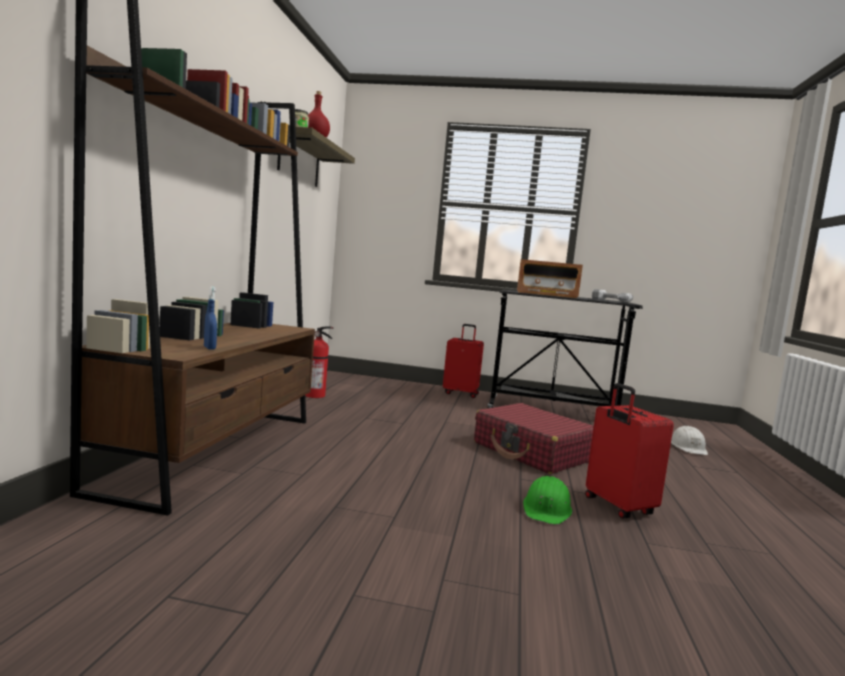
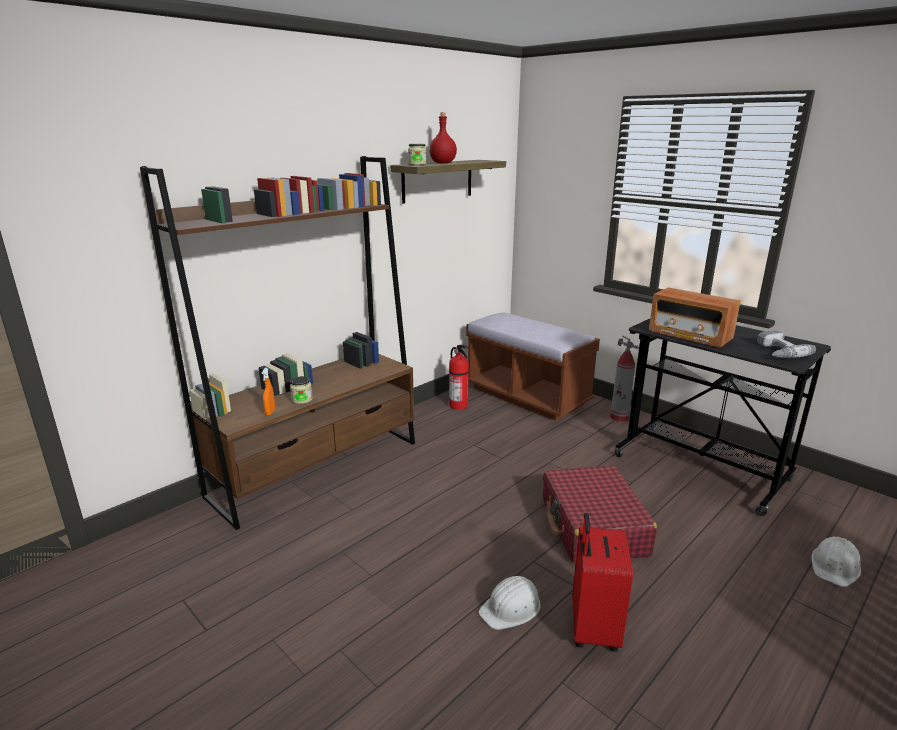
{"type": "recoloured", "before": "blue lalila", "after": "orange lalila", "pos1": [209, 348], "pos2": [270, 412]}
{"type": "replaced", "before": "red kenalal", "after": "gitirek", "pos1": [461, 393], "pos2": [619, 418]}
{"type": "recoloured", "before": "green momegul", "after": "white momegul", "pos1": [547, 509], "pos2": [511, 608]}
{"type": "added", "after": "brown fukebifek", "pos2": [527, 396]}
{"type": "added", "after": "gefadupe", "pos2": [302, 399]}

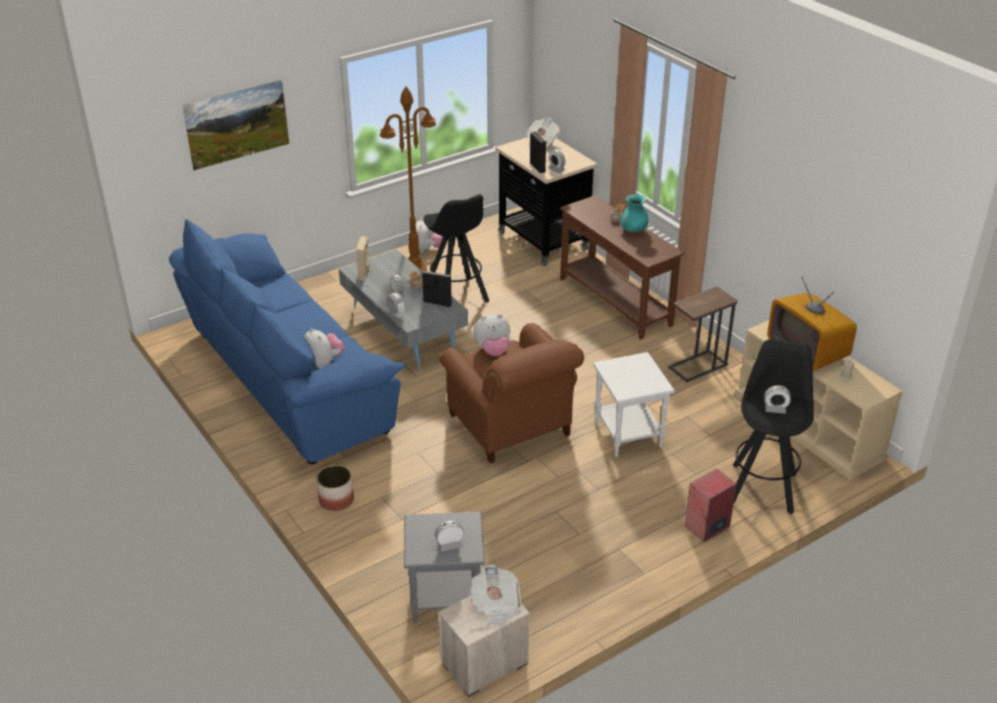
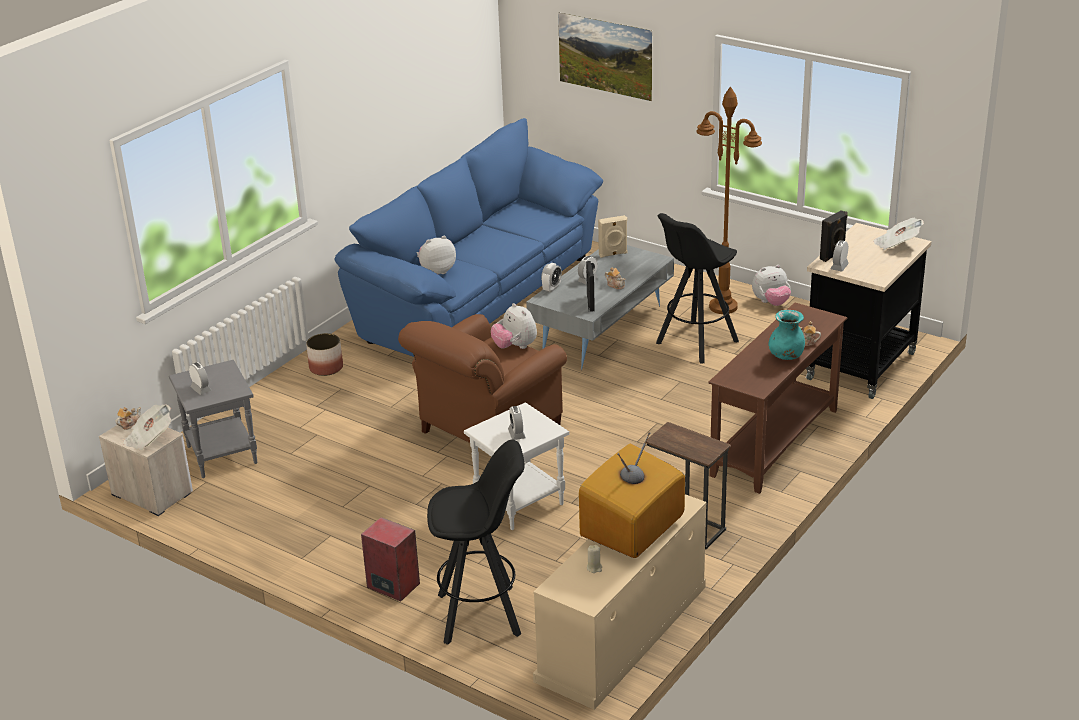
{"type": "turned", "before": "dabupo", "pos1": [324, 363], "pos2": [436, 271], "turn": -150}
{"type": "moved", "before": "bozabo", "pos1": [775, 409], "pos2": [516, 434]}
{"type": "added", "after": "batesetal", "pos2": [130, 424]}

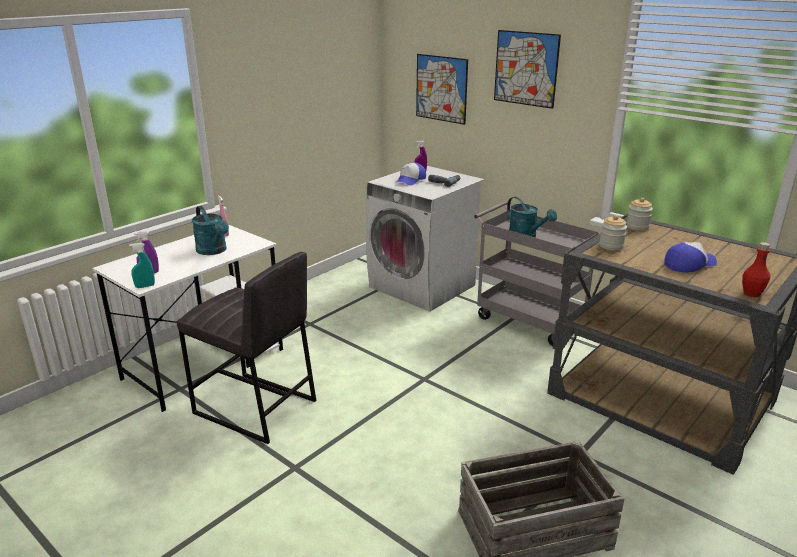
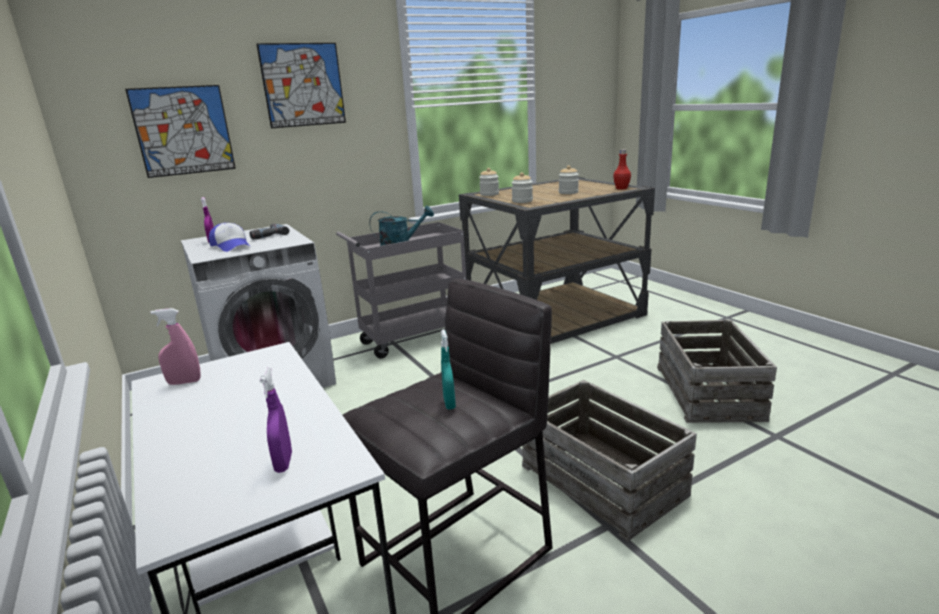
{"type": "removed", "before": "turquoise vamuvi", "pos1": [214, 251]}
{"type": "replaced", "before": "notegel", "after": "gefadupe", "pos1": [689, 264], "pos2": [568, 192]}
{"type": "moved", "before": "turquoise lalila", "pos1": [145, 286], "pos2": [449, 403]}
{"type": "added", "after": "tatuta", "pos2": [603, 479]}

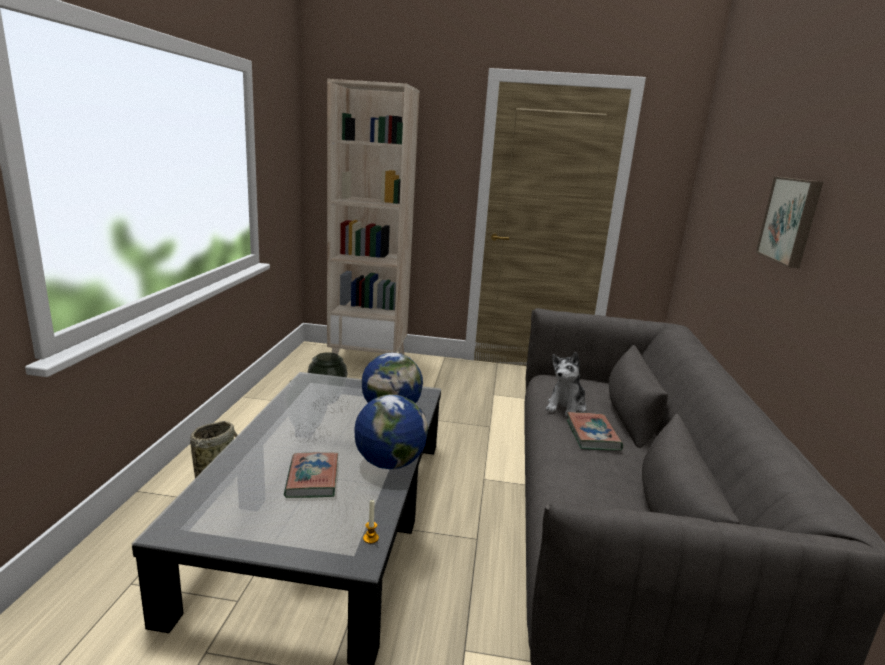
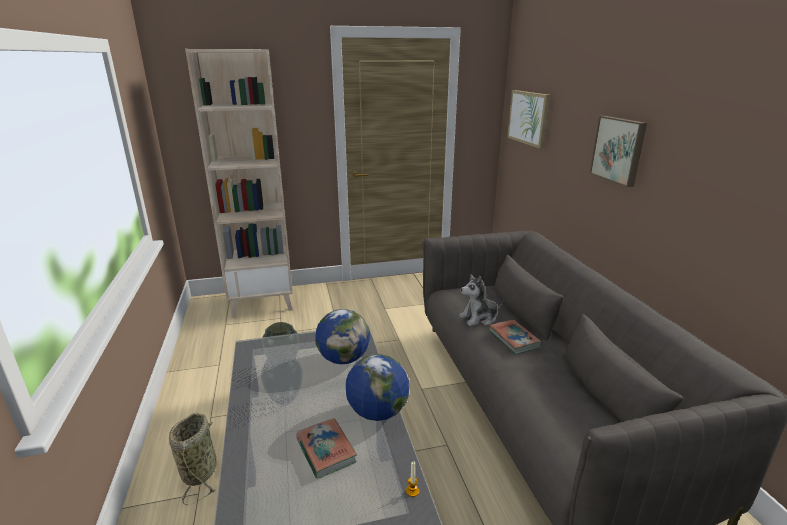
{"type": "turned", "before": "dabupo", "pos1": [566, 406], "pos2": [479, 318], "turn": 60}
{"type": "added", "after": "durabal", "pos2": [528, 118]}

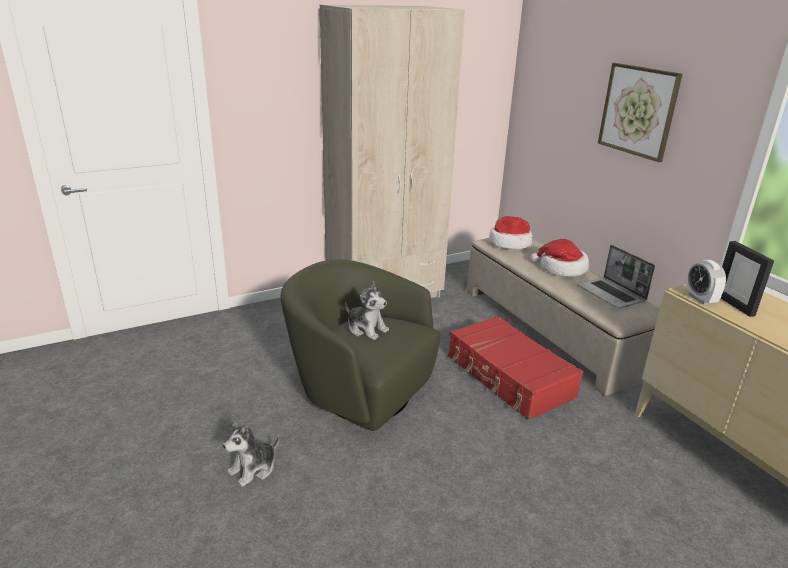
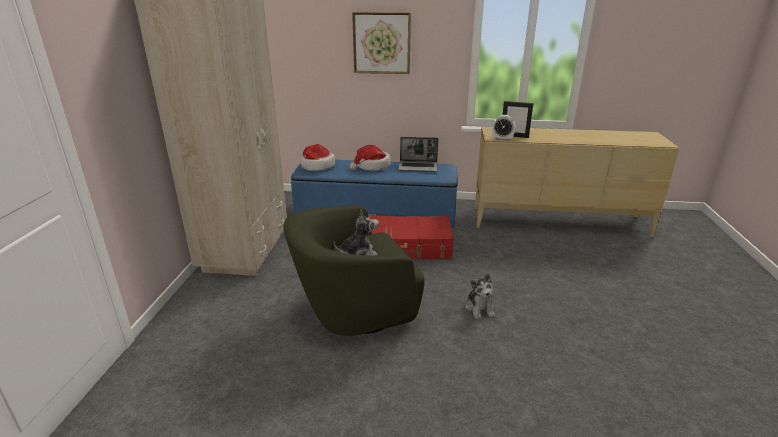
{"type": "recoloured", "before": "beige fukebifek", "after": "blue fukebifek", "pos1": [553, 330], "pos2": [377, 212]}
{"type": "moved", "before": "dabupo", "pos1": [253, 469], "pos2": [479, 308]}

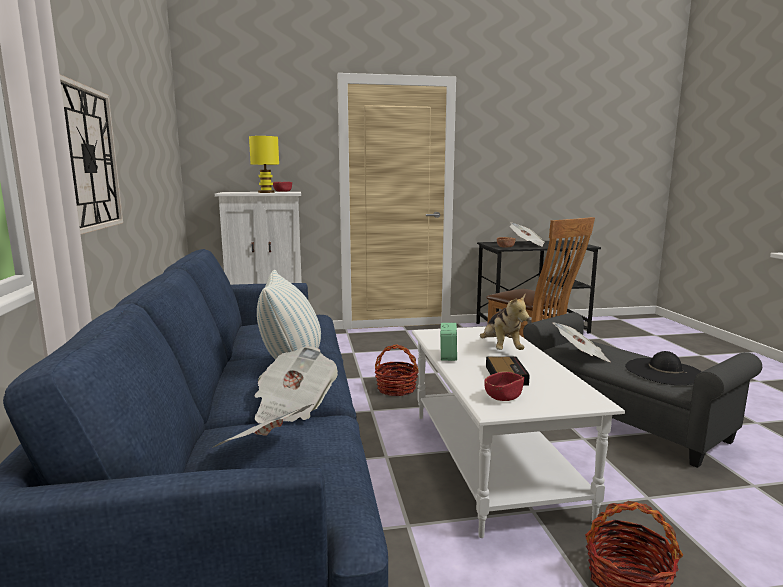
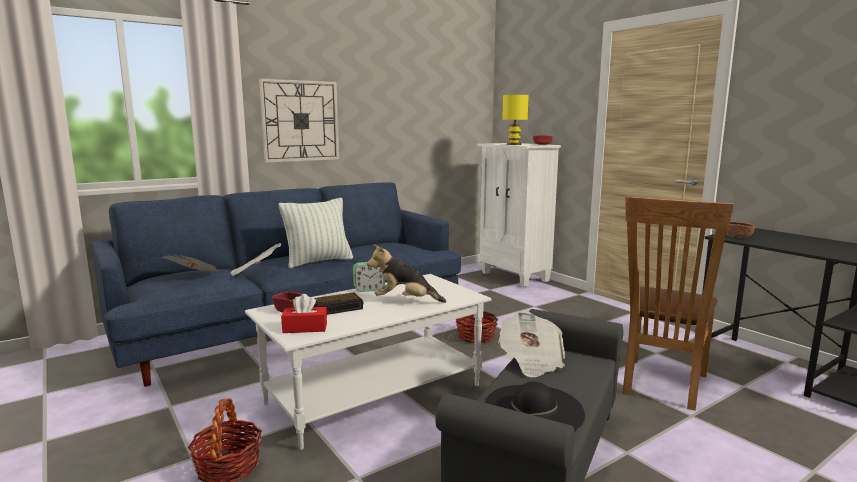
{"type": "removed", "before": "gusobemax", "pos1": [527, 244]}
{"type": "turned", "before": "dabupo", "pos1": [500, 349], "pos2": [405, 301], "turn": 45}
{"type": "added", "after": "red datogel", "pos2": [305, 328]}

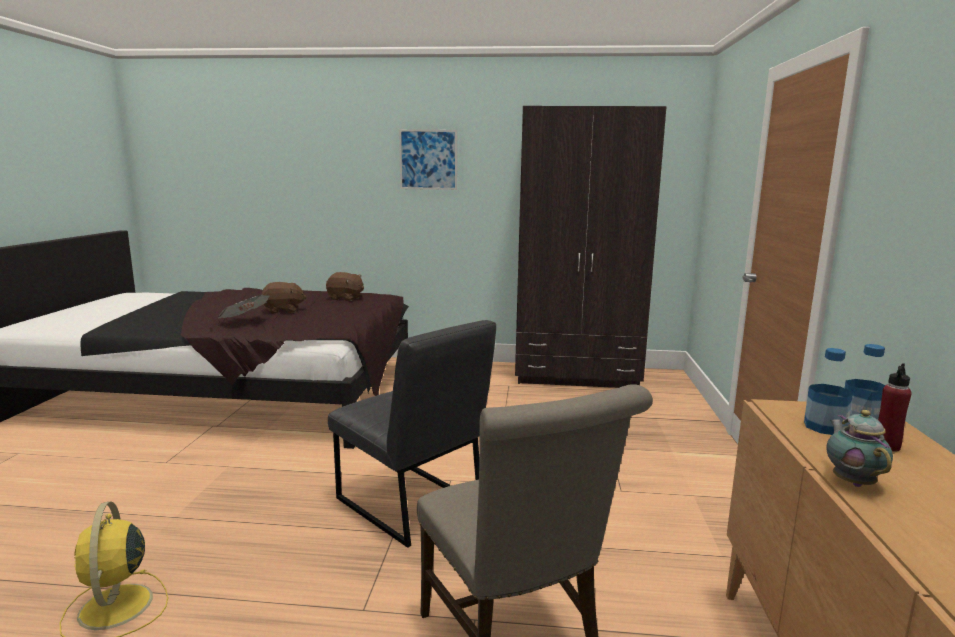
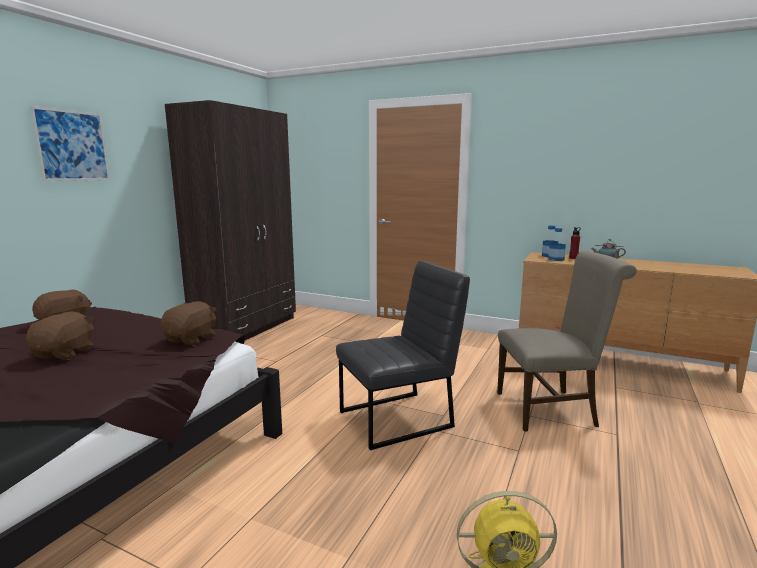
{"type": "removed", "before": "gusobemax", "pos1": [244, 320]}
{"type": "added", "after": "brown dabupo", "pos2": [192, 339]}

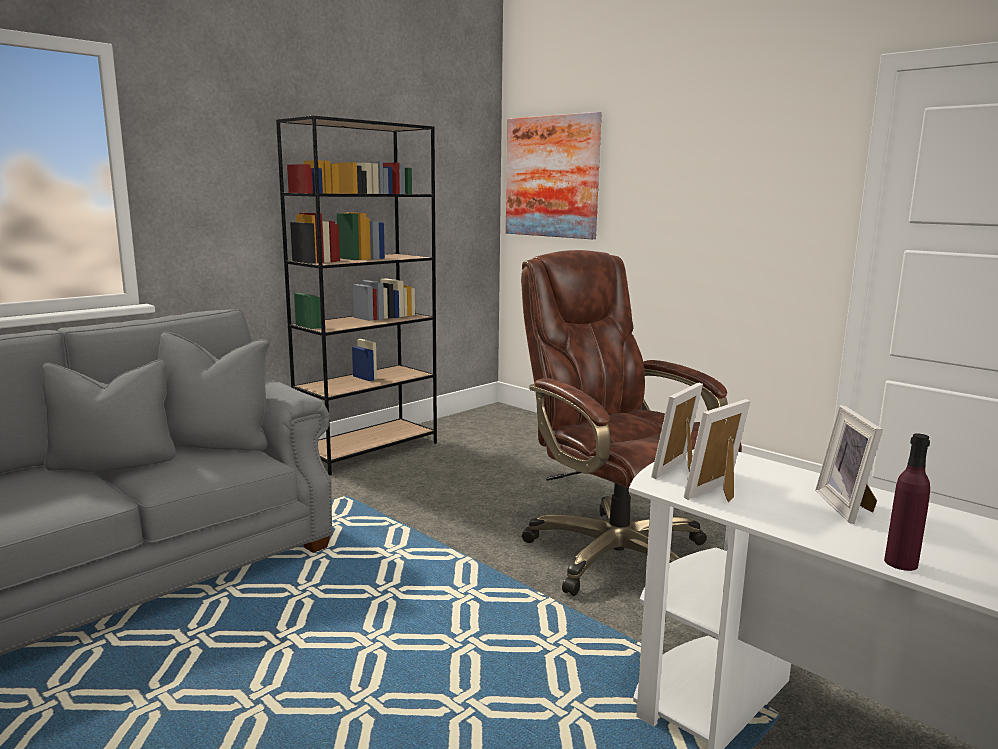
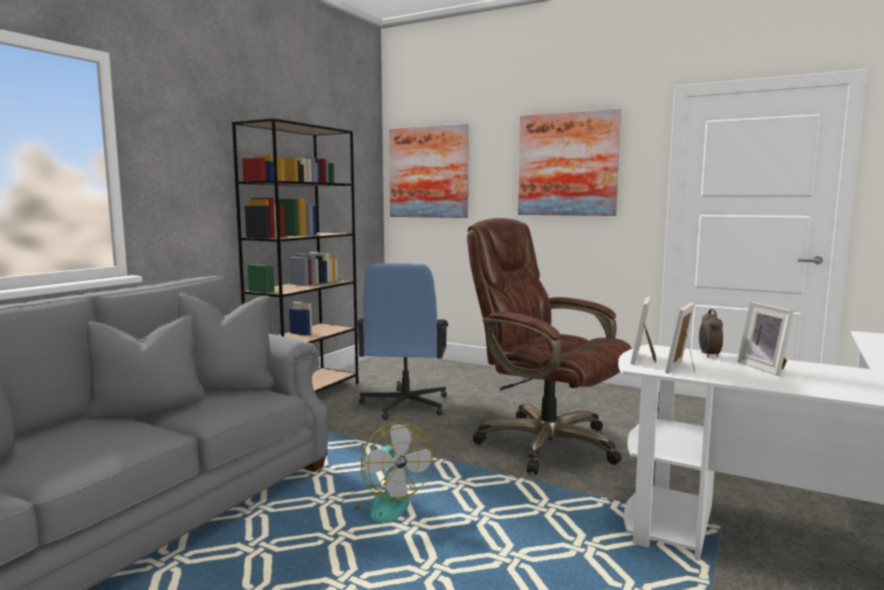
{"type": "removed", "before": "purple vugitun", "pos1": [901, 563]}
{"type": "added", "after": "durabal", "pos2": [567, 164]}
{"type": "added", "after": "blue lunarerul", "pos2": [404, 405]}
{"type": "added", "after": "bozabo", "pos2": [708, 355]}
{"type": "added", "after": "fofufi", "pos2": [383, 503]}

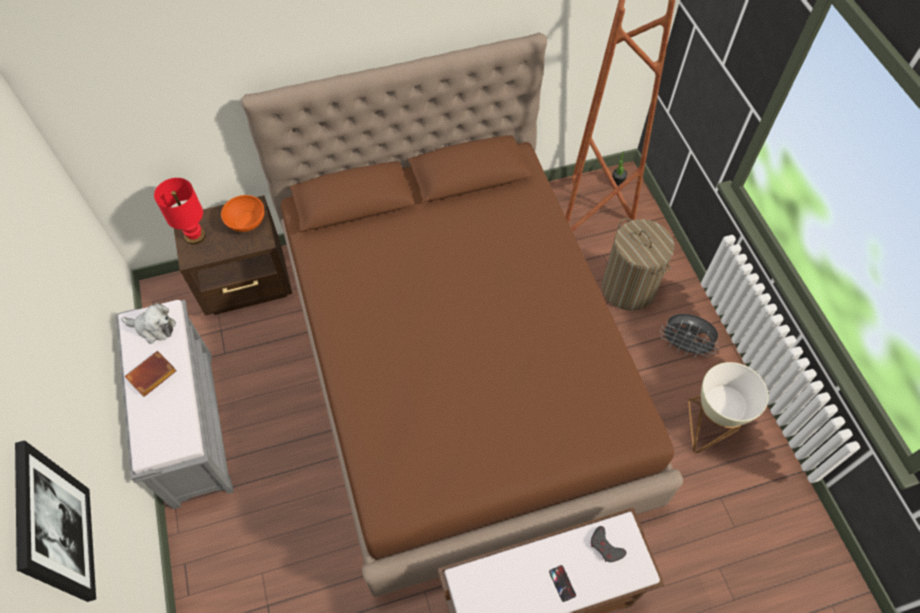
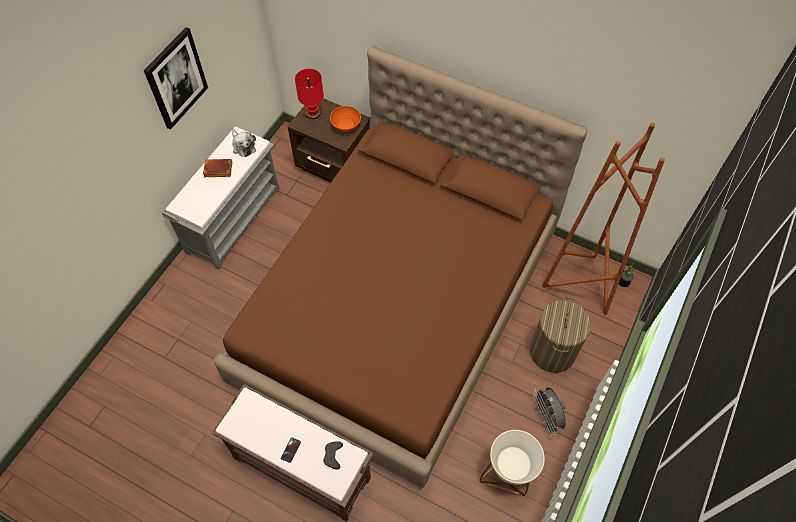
{"type": "moved", "before": "durabal", "pos1": [52, 526], "pos2": [176, 78]}

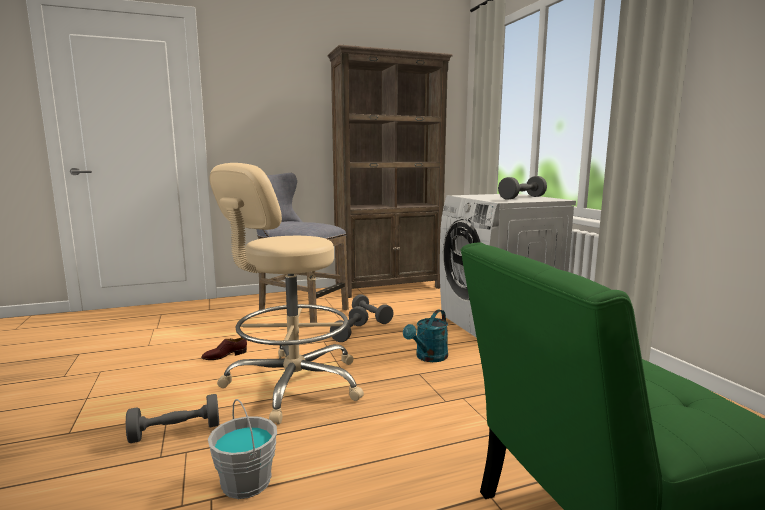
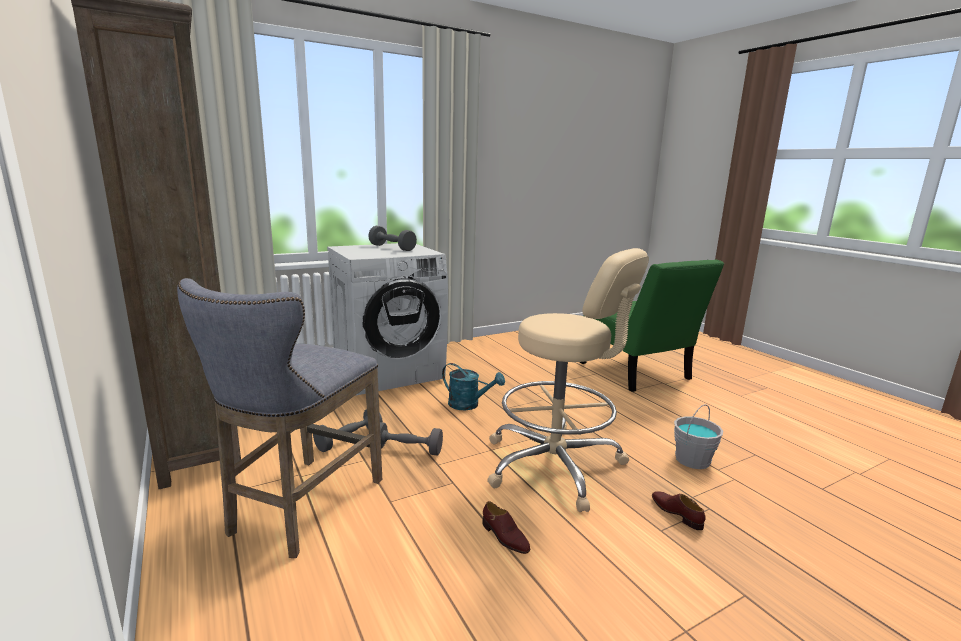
{"type": "replaced", "before": "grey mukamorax", "after": "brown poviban", "pos1": [176, 432], "pos2": [676, 513]}

